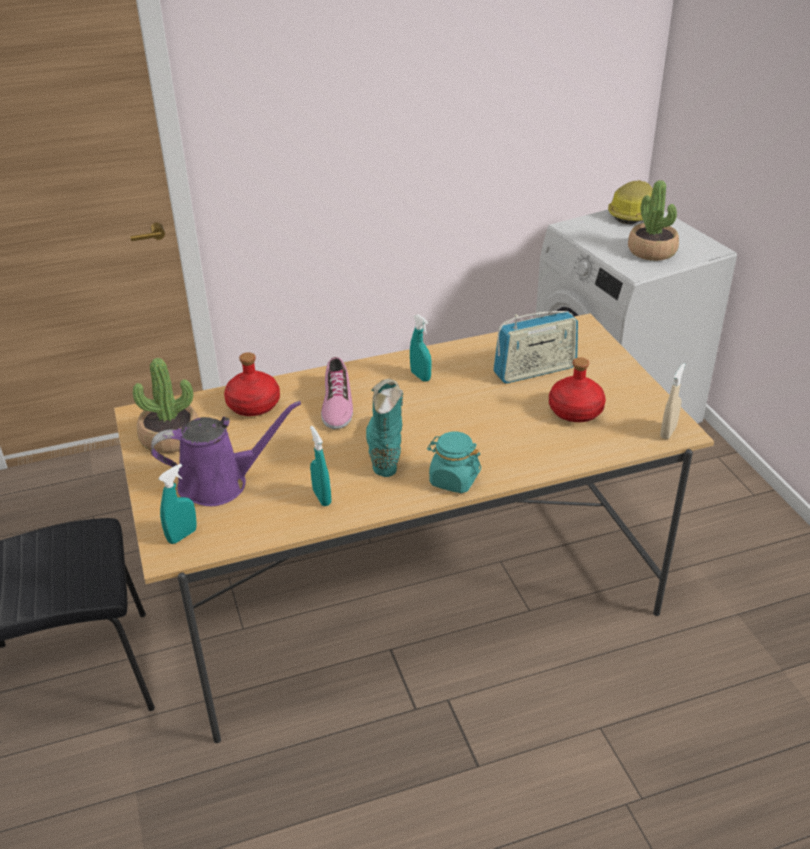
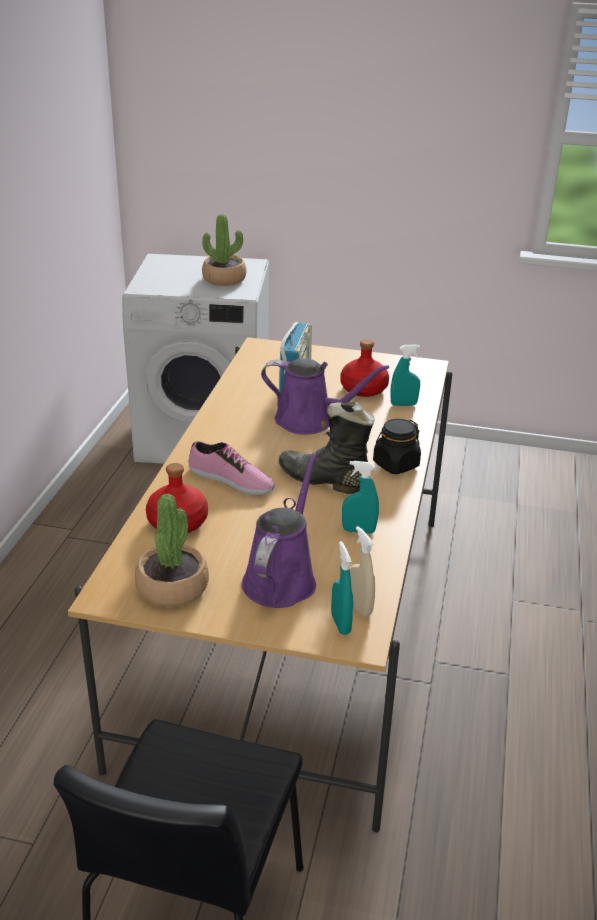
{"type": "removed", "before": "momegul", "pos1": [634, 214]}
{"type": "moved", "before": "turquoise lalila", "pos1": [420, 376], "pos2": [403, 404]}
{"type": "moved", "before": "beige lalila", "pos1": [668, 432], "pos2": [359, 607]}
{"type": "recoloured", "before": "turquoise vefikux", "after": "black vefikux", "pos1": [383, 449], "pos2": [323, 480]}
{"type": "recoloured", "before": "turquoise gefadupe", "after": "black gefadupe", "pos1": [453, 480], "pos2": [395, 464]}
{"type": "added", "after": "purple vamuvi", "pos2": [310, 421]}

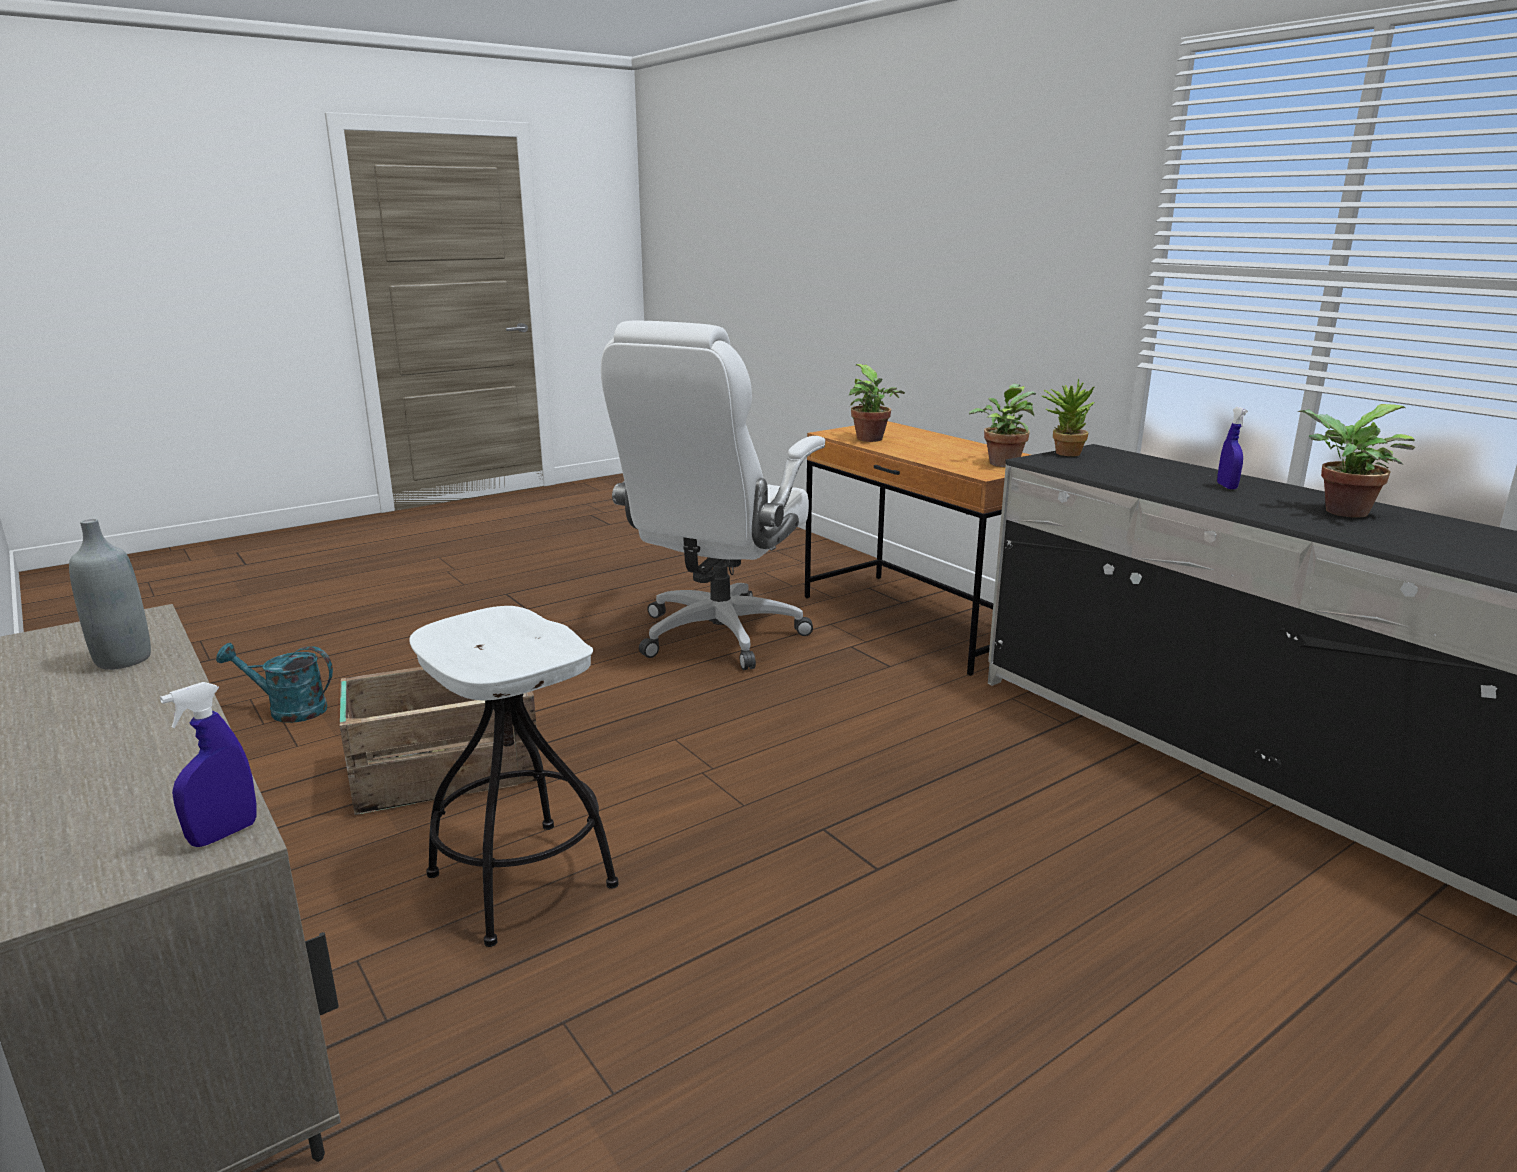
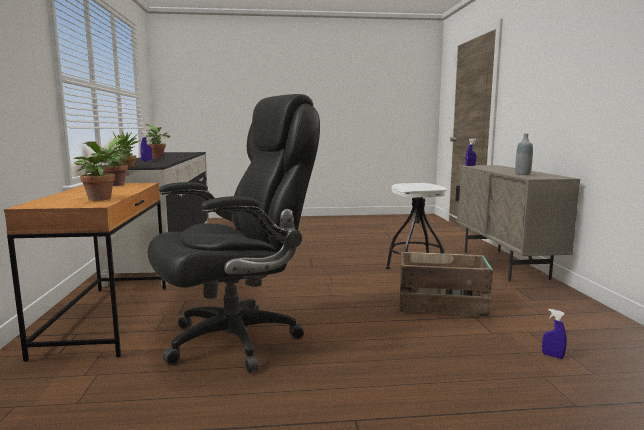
{"type": "recoloured", "before": "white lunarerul", "after": "black lunarerul", "pos1": [718, 636], "pos2": [236, 340]}
{"type": "replaced", "before": "turquoise vamuvi", "after": "blue lalila", "pos1": [288, 710], "pos2": [552, 356]}

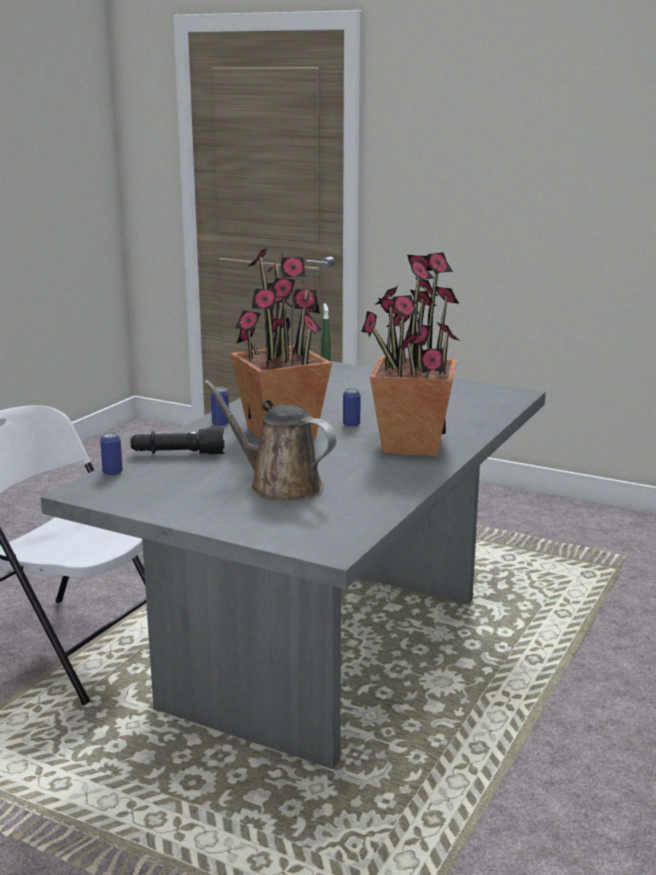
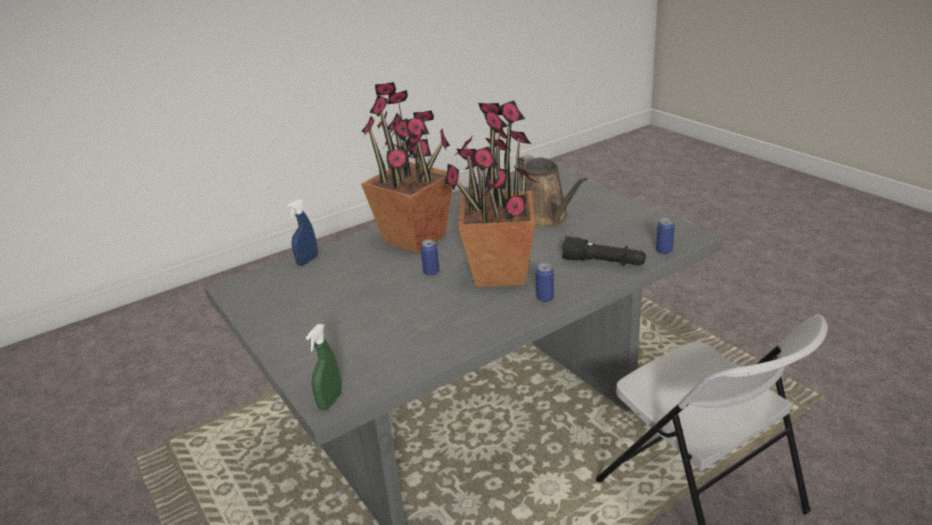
{"type": "added", "after": "blue lalila", "pos2": [307, 261]}

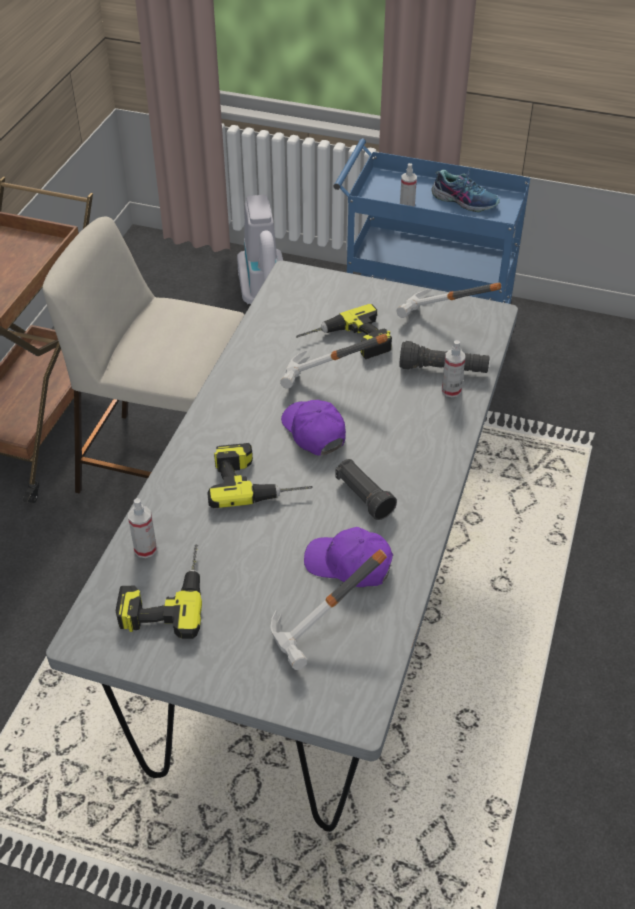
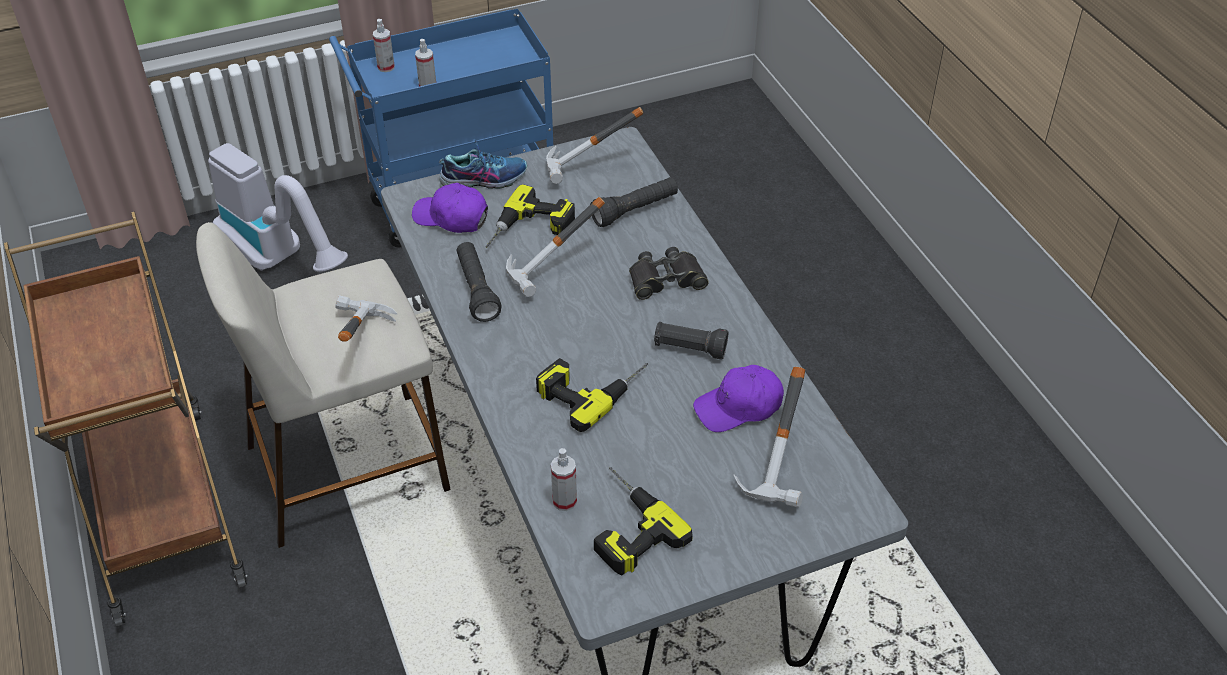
{"type": "moved", "before": "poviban", "pos1": [464, 200], "pos2": [484, 179]}
{"type": "moved", "before": "lalila", "pos1": [451, 390], "pos2": [386, 67]}
{"type": "moved", "before": "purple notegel", "pos1": [313, 432], "pos2": [451, 217]}
{"type": "added", "after": "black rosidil", "pos2": [477, 290]}
{"type": "added", "after": "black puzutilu", "pos2": [666, 279]}
{"type": "added", "after": "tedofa", "pos2": [353, 343]}

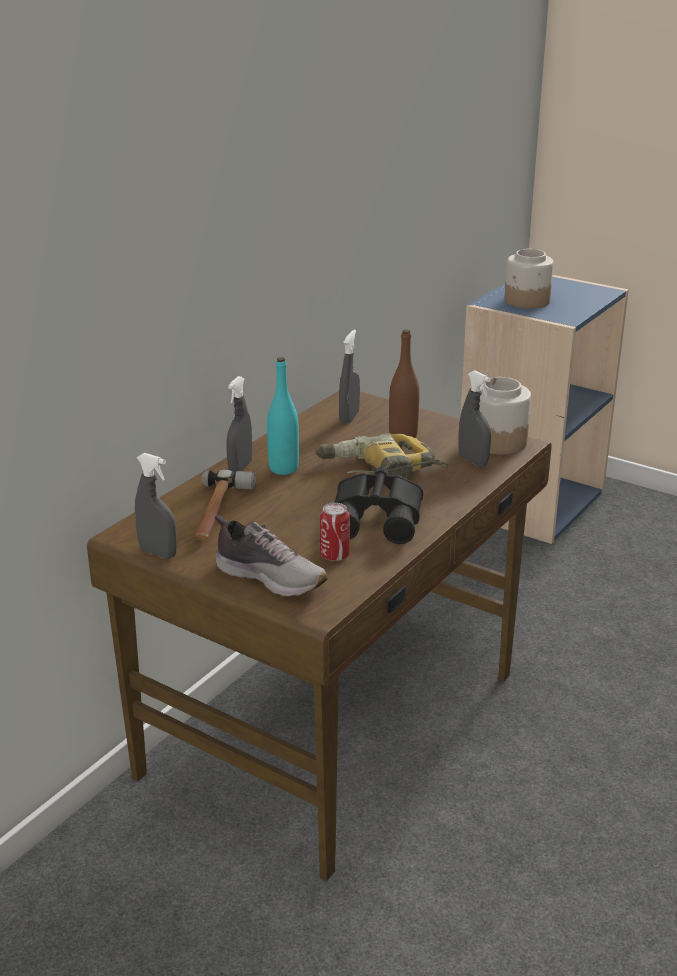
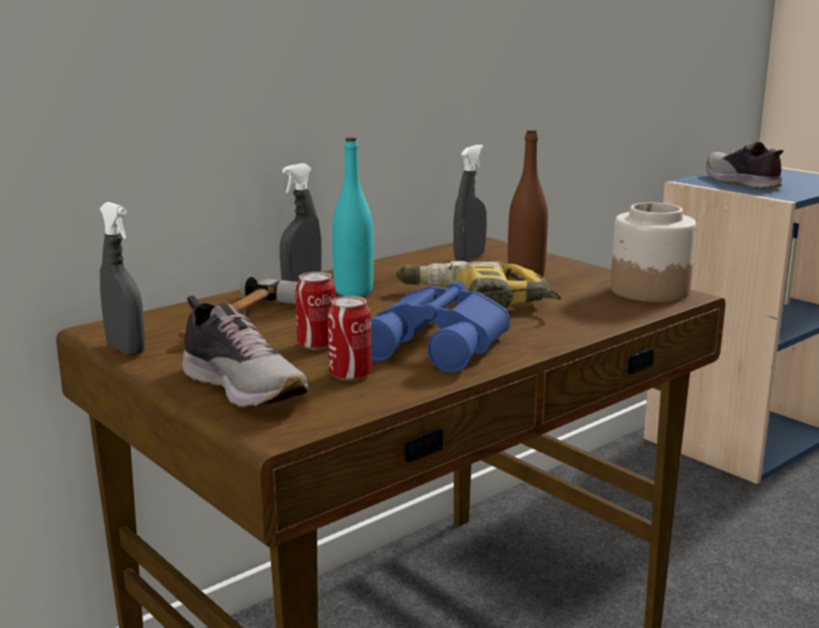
{"type": "replaced", "before": "gefadupe", "after": "poviban", "pos1": [527, 301], "pos2": [741, 182]}
{"type": "removed", "before": "grey lalila", "pos1": [473, 461]}
{"type": "recoloured", "before": "black puzutilu", "after": "blue puzutilu", "pos1": [379, 517], "pos2": [440, 344]}
{"type": "added", "after": "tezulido", "pos2": [317, 345]}

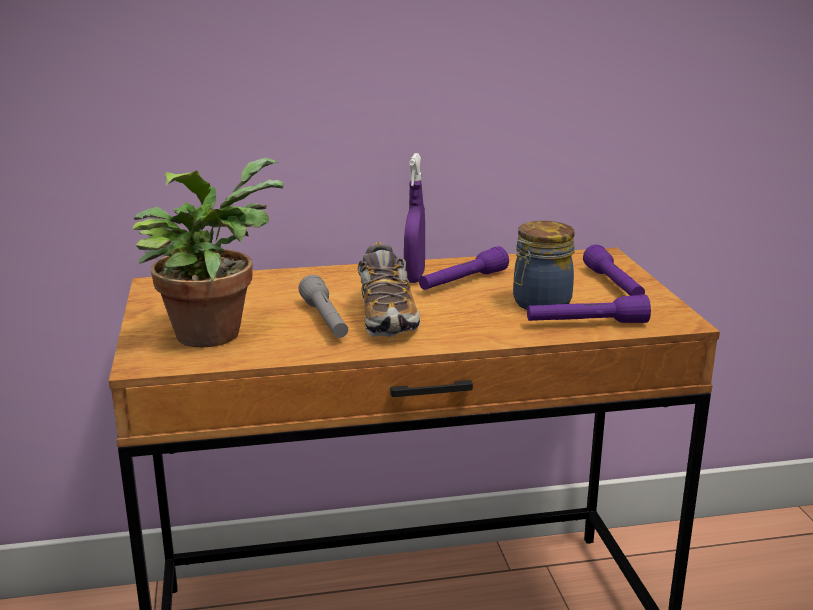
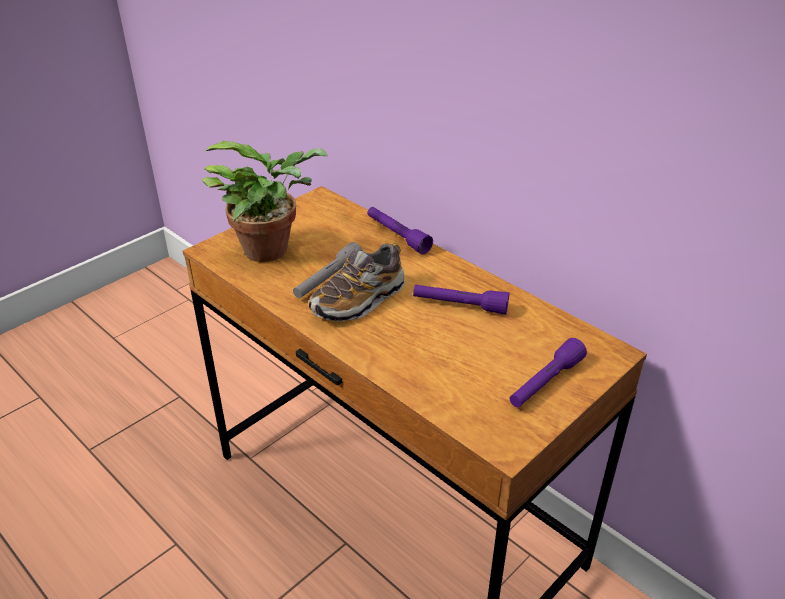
{"type": "removed", "before": "purple lalila", "pos1": [414, 277]}
{"type": "removed", "before": "gefadupe", "pos1": [539, 304]}
{"type": "moved", "before": "purple rosidil", "pos1": [586, 324], "pos2": [397, 236]}

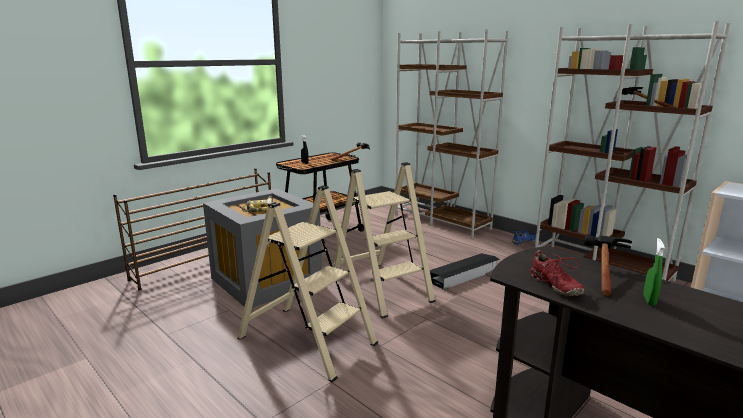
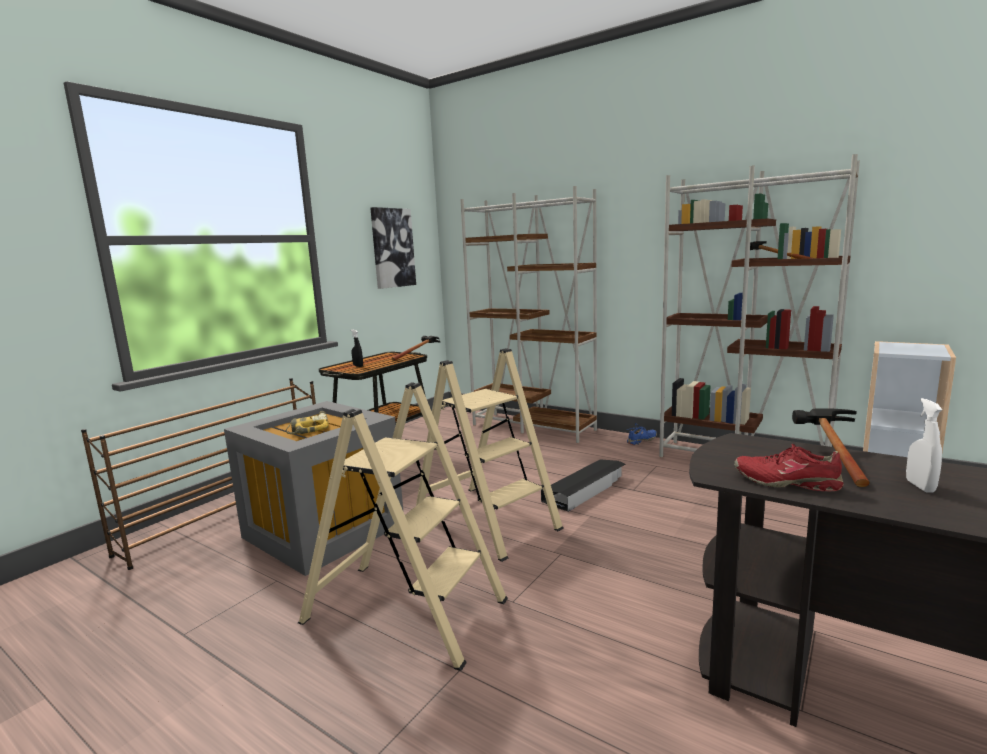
{"type": "recoloured", "before": "green lalila", "after": "white lalila", "pos1": [649, 300], "pos2": [920, 486]}
{"type": "turned", "before": "red poviban", "pos1": [554, 285], "pos2": [786, 482], "turn": 150}
{"type": "added", "after": "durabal", "pos2": [392, 248]}

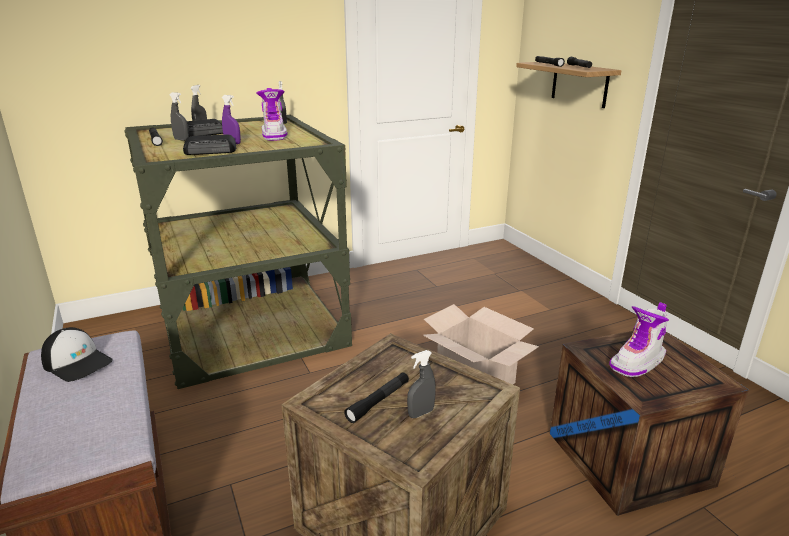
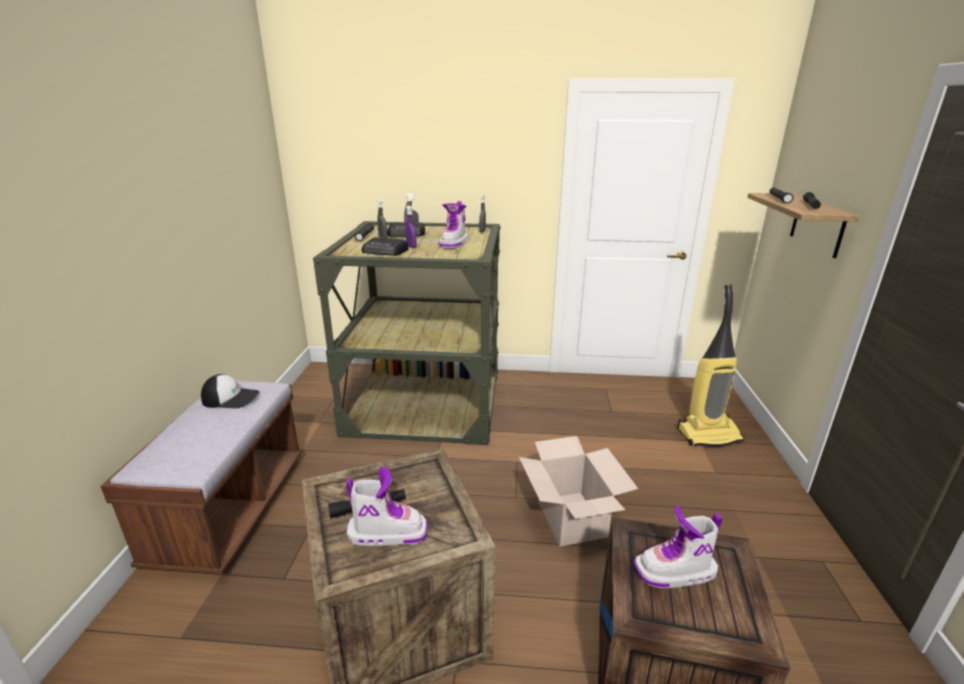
{"type": "turned", "before": "notegel", "pos1": [78, 362], "pos2": [231, 398], "turn": -60}
{"type": "replaced", "before": "grey lalila", "after": "vefikux", "pos1": [421, 413], "pos2": [387, 533]}
{"type": "added", "after": "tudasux", "pos2": [709, 435]}

